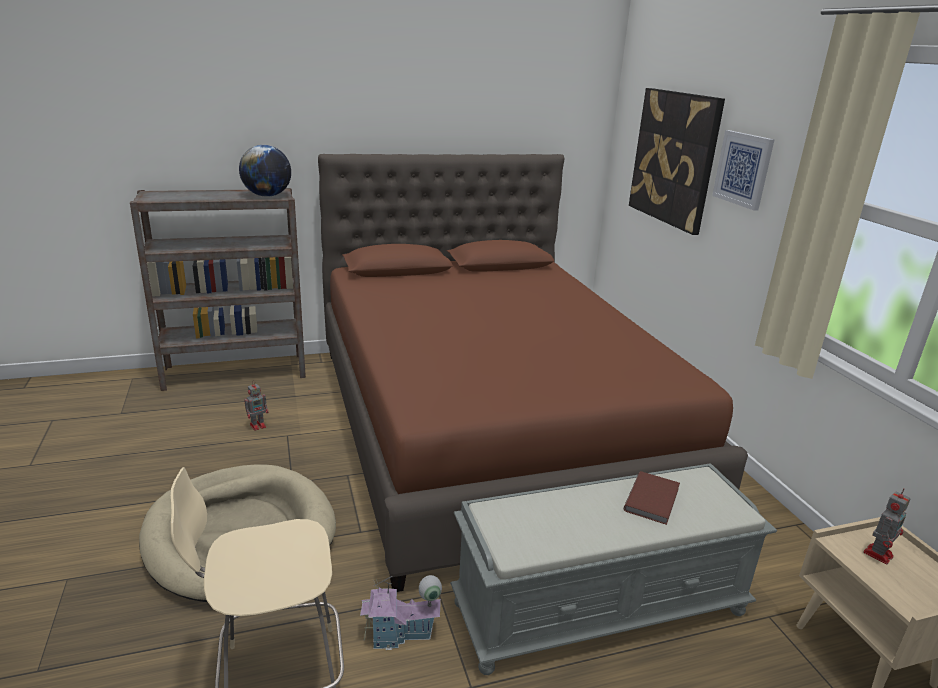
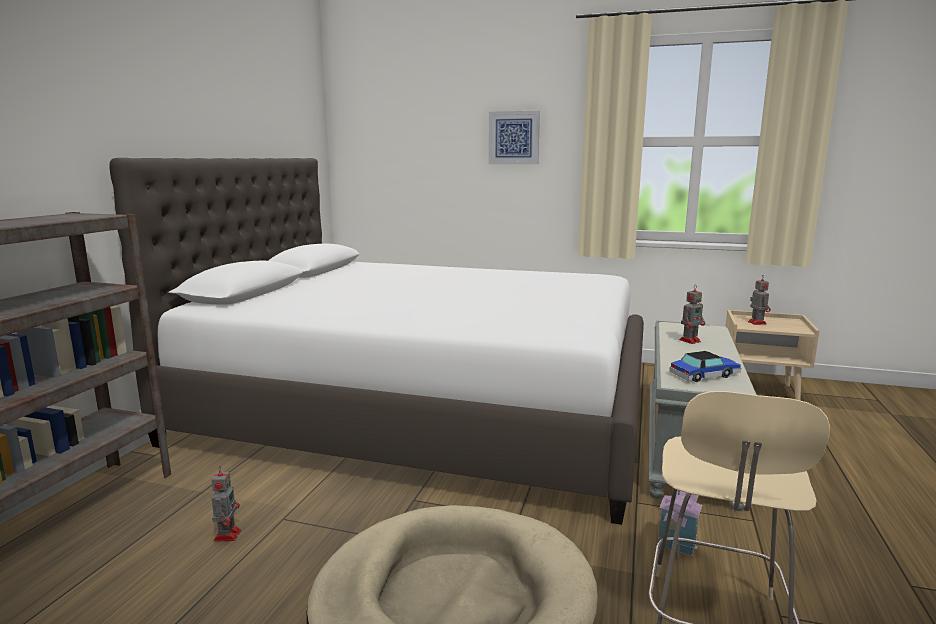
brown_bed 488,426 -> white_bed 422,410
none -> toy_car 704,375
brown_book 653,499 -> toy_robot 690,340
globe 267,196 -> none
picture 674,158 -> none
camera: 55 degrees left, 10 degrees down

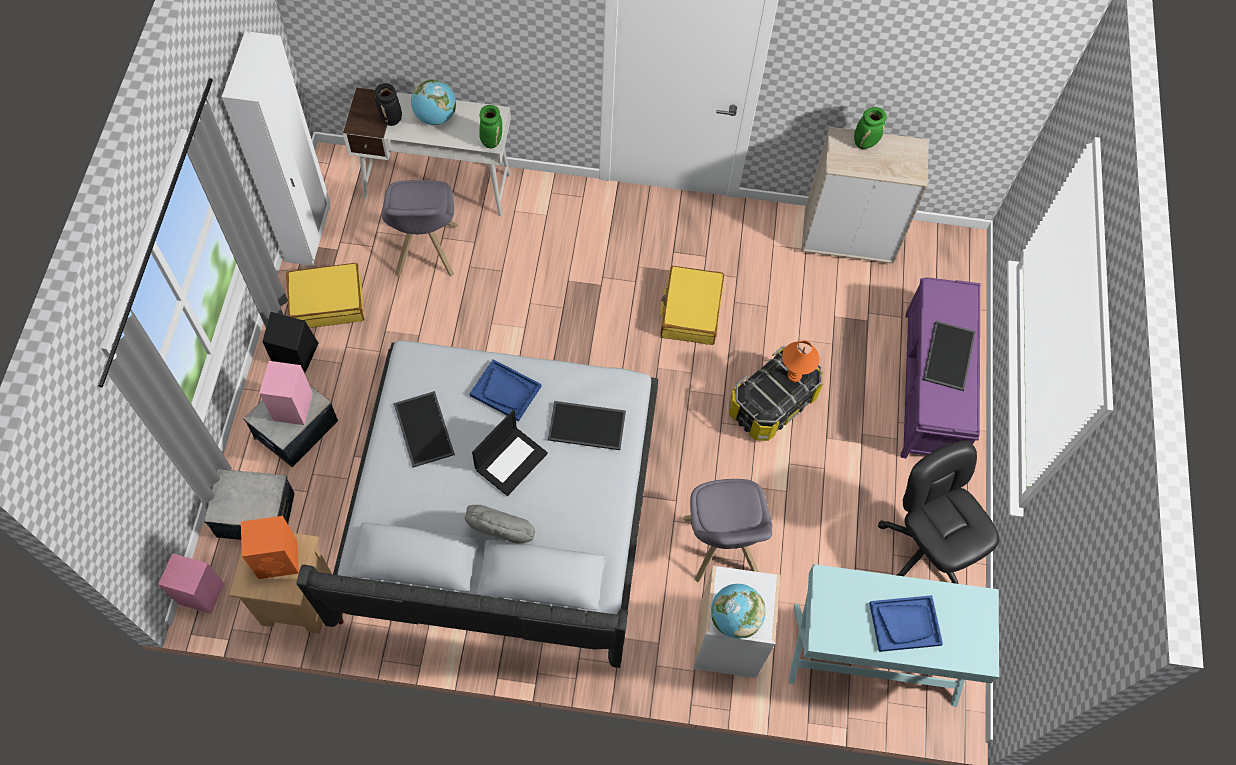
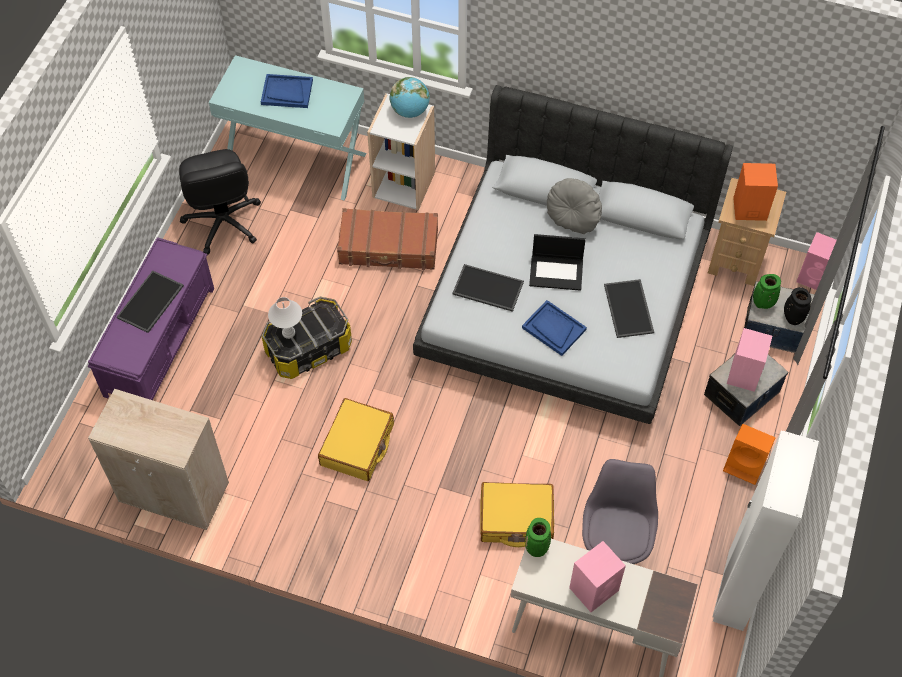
orange_table_lamp 794,375 -> white_table_lamp 288,333
grey_chair 721,546 -> brown_suitcase 389,247
yellow_suitcase 327,302 -> yellow_suitcase 516,519, shifted
laptop 511,460 -> laptop 557,272, 135 degrees counterclockwise
globe 435,117 -> pink_speaker 594,588
black_speaker 294,353 -> orange_speaker 746,464
green_vase 865,143 -> green_vase 762,304, shifted
black_vase 392,120 -> black_vase 792,317, shifted
camera: 165 degrees left, 5 degrees down

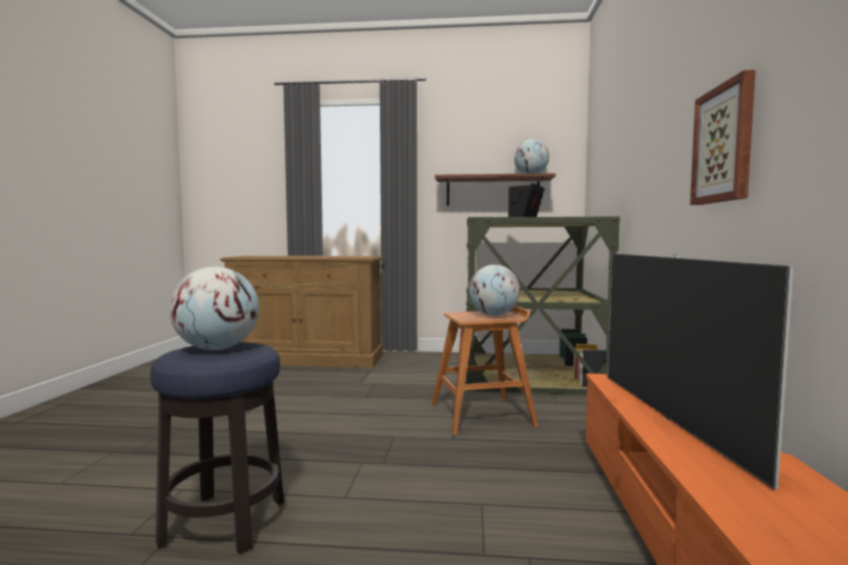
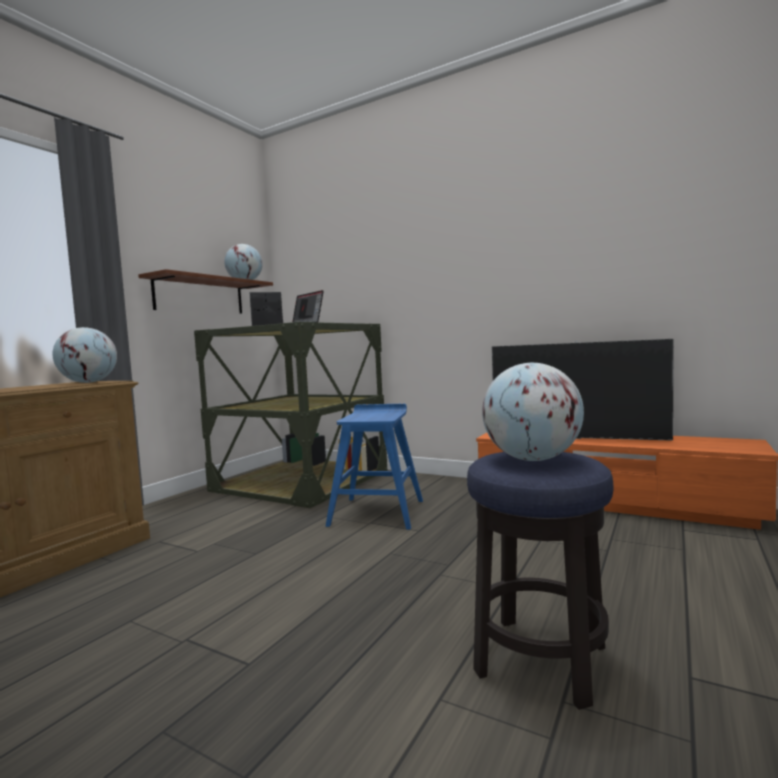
globe 494,315 -> globe 88,382, shifted
brown_stool 482,414 -> blue_stool 377,512
picture 724,144 -> none
camera: 65 degrees left, 0 degrees up

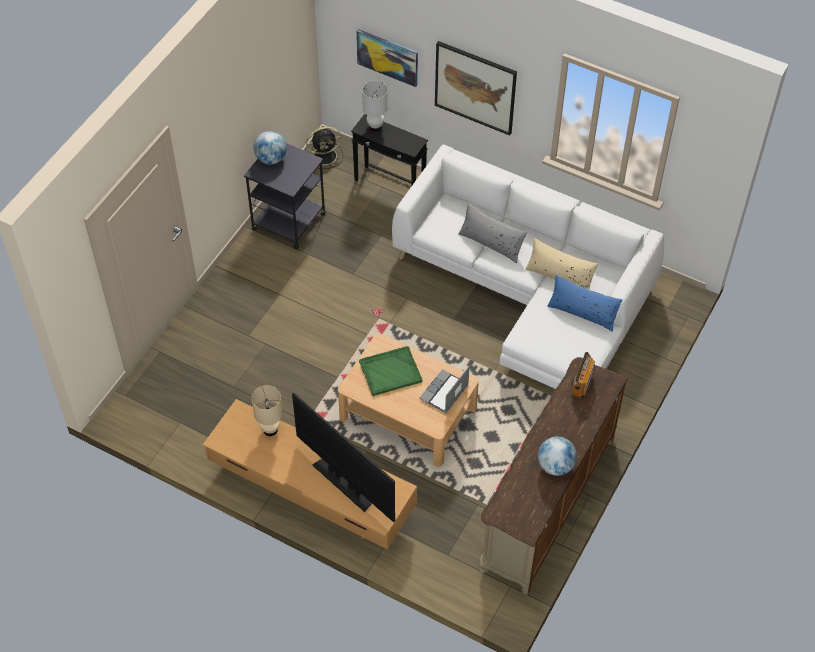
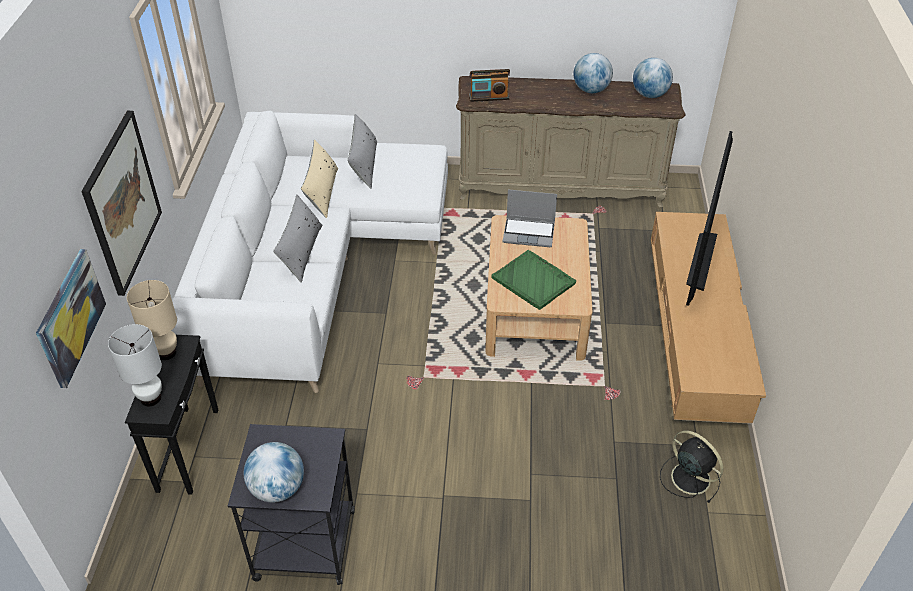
beige_table_lamp 270,430 -> beige_table_lamp 167,352, shifted
blue_pillow 582,312 -> grey_pillow 364,165
none -> globe 649,95
black_fan 326,156 -> black_fan 689,477, shifted
camera: 115 degrees left, 10 degrees down

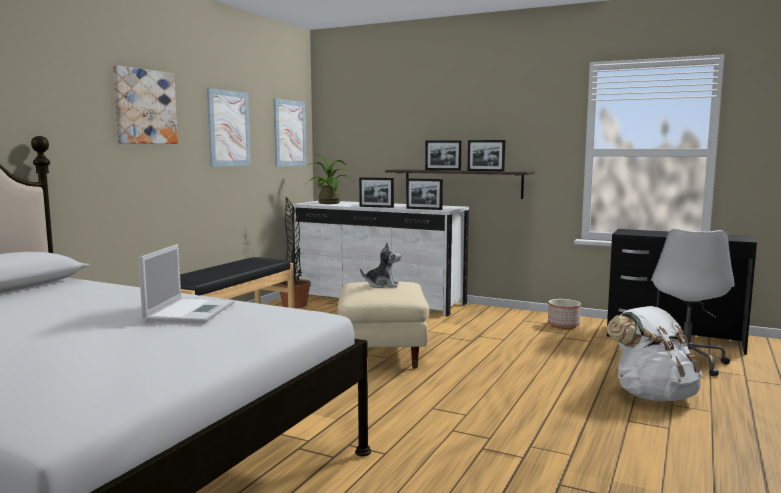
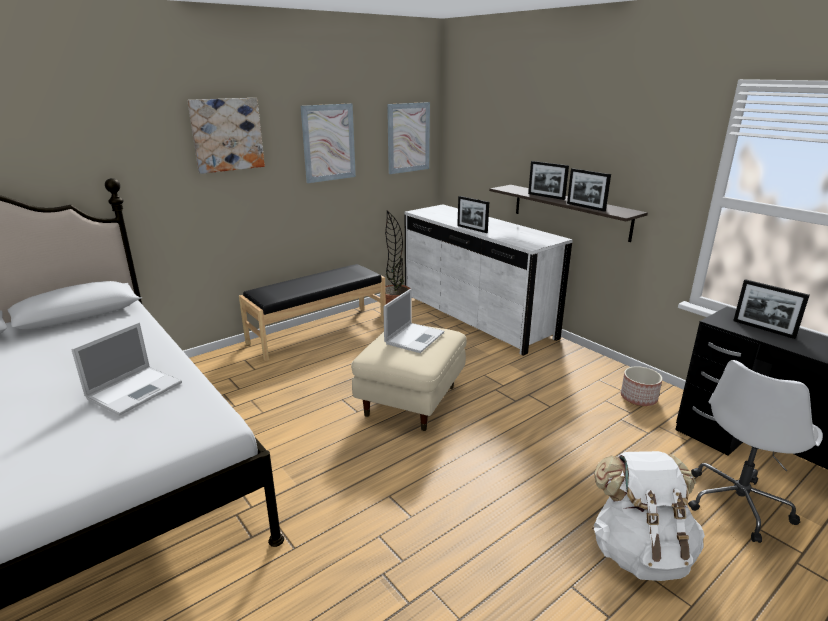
plush_toy 382,285 -> laptop 415,337
picture_frame 424,209 -> picture_frame 763,329, shifted
potted_plant 330,203 -> none
camera: 25 degrees right, 15 degrees up

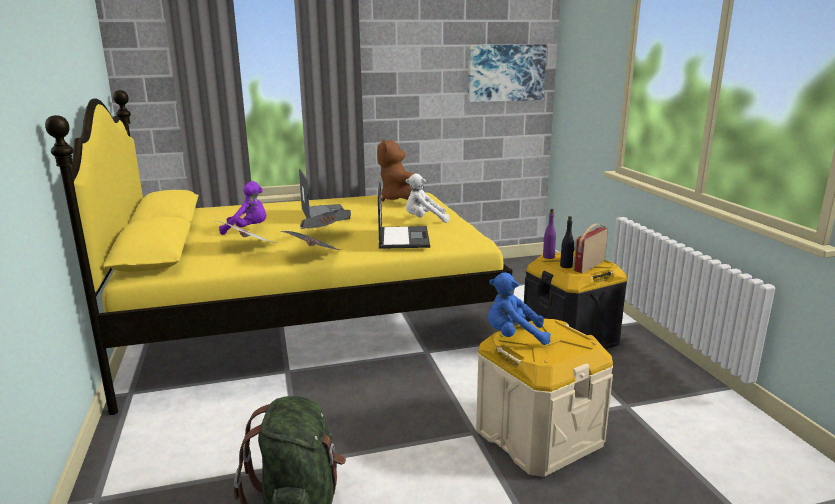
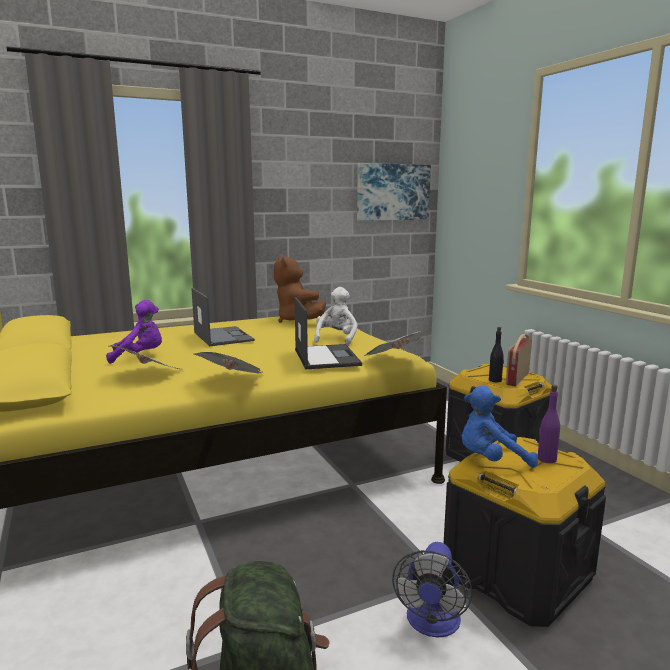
white_plush_toy 424,220 -> white_plush_toy 336,339, 120 degrees clockwise
newspaper 326,233 -> newspaper 395,360, shifted
none -> fan 432,624
beige_storage_box 538,436 -> black_storage_box 516,574
purple_bottle 548,257 -> purple_bottle 546,459, shifted
camera: 10 degrees left, 5 degrees down

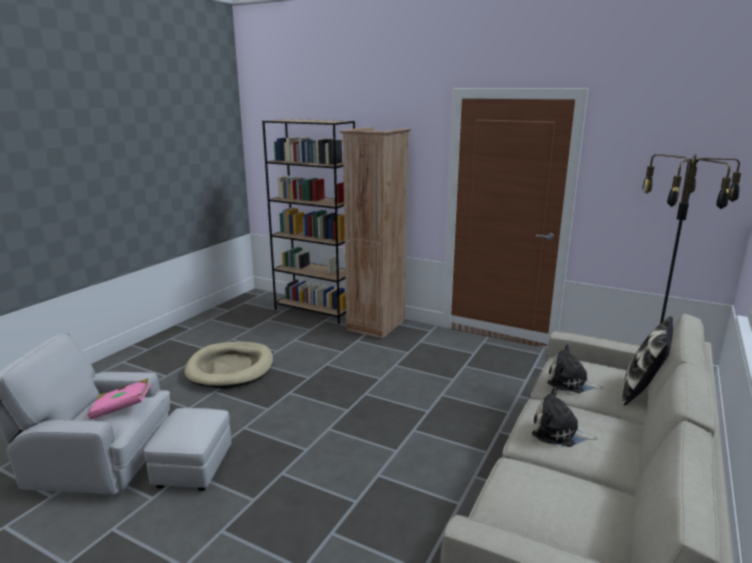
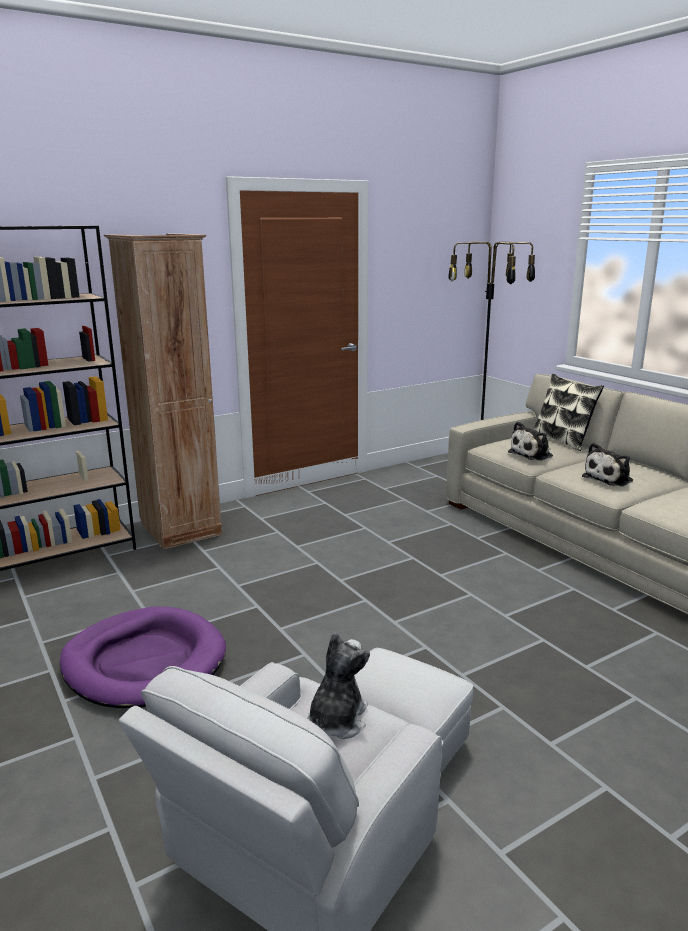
beige_dog_bed 231,368 -> purple_dog_bed 144,662
pink_book 122,408 -> plush_toy 336,720
camera: 60 degrees left, 0 degrees up

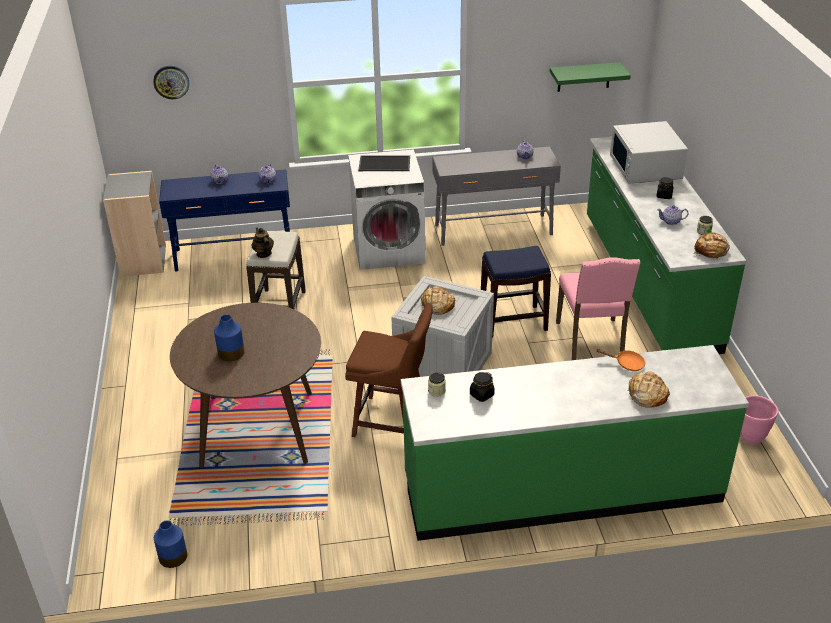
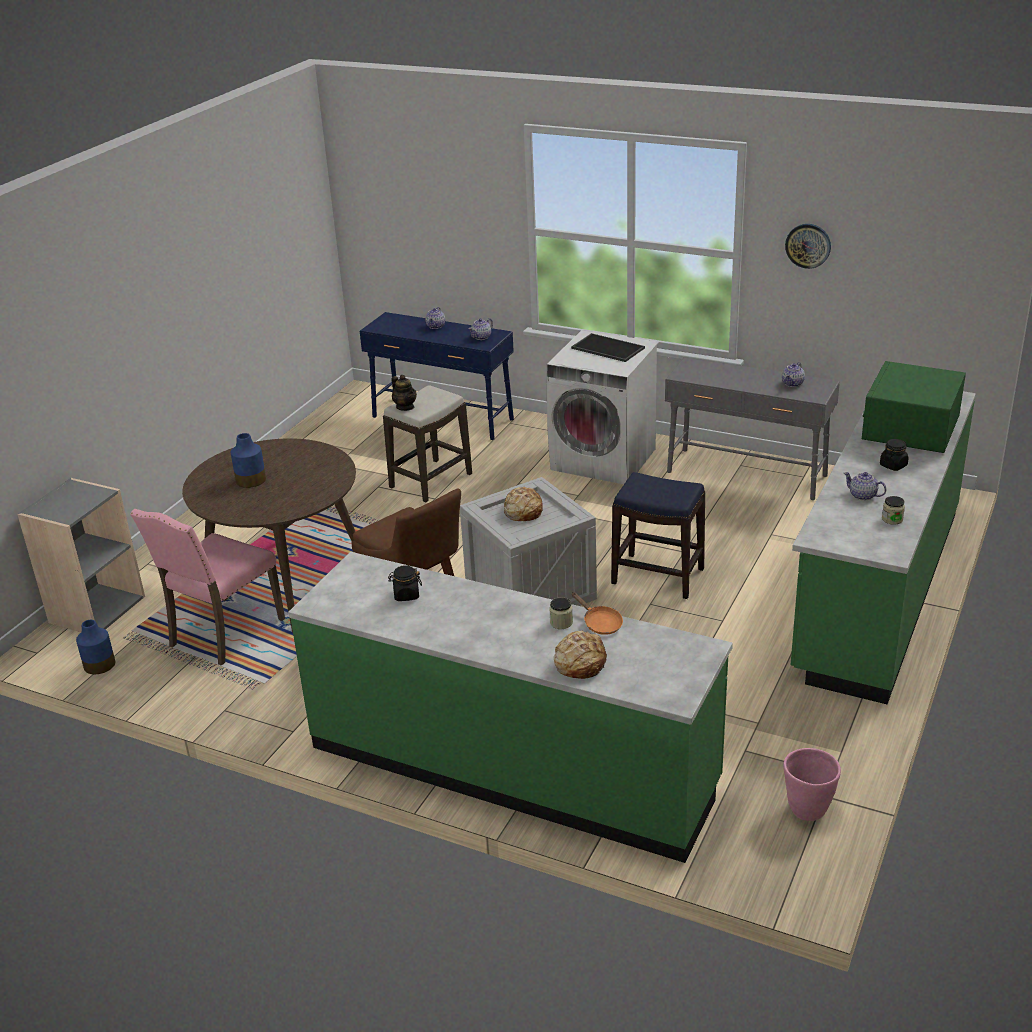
grey_bookcase 143,260 -> grey_bookcase 97,608, shifted
pink_chair 591,341 -> pink_chair 223,633, shifted
teapot 263,254 -> teapot 405,407, 135 degrees clockwise
jar 436,391 -> jar 561,623, shifted
wall_clock 171,82 -> wall_clock 808,245, shifted
white_microwave 645,168 -> green_microwave 910,429
green_shelf 584,77 -> none
bread 711,251 -> none
camera: 35 degrees right, 5 degrees down

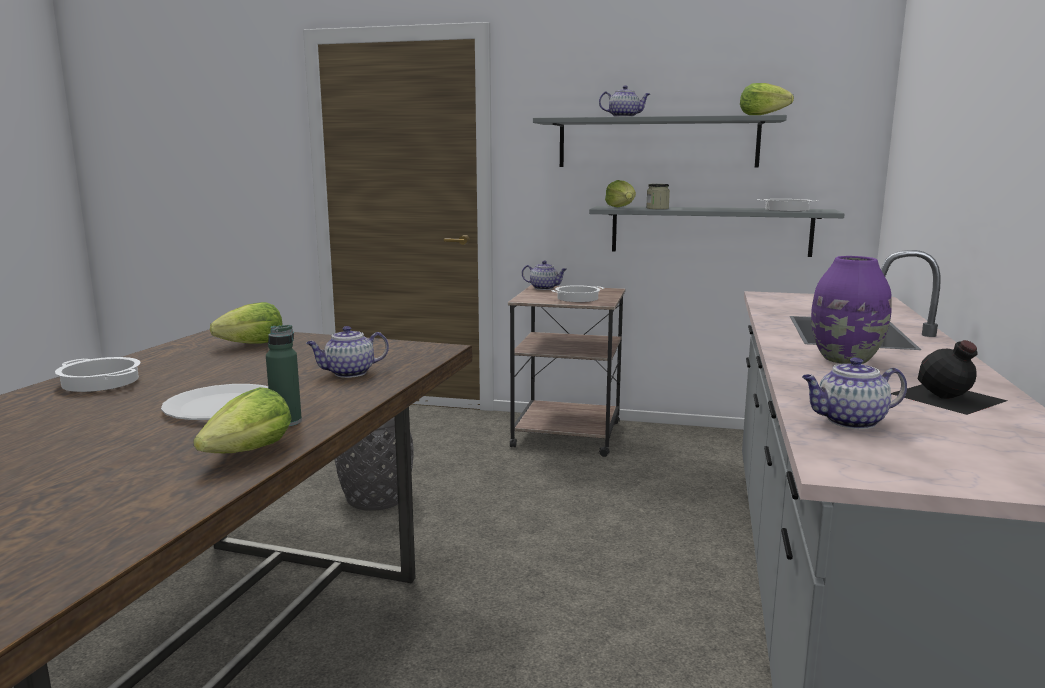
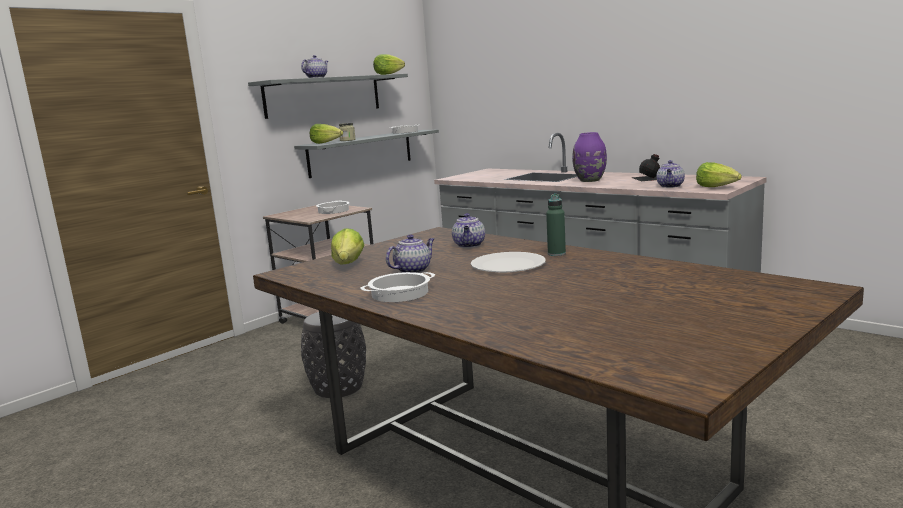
teapot 544,288 -> teapot 413,270, shifted
lettuce 249,452 -> lettuce 717,187, shifted
camera: 60 degrees left, 0 degrees up

